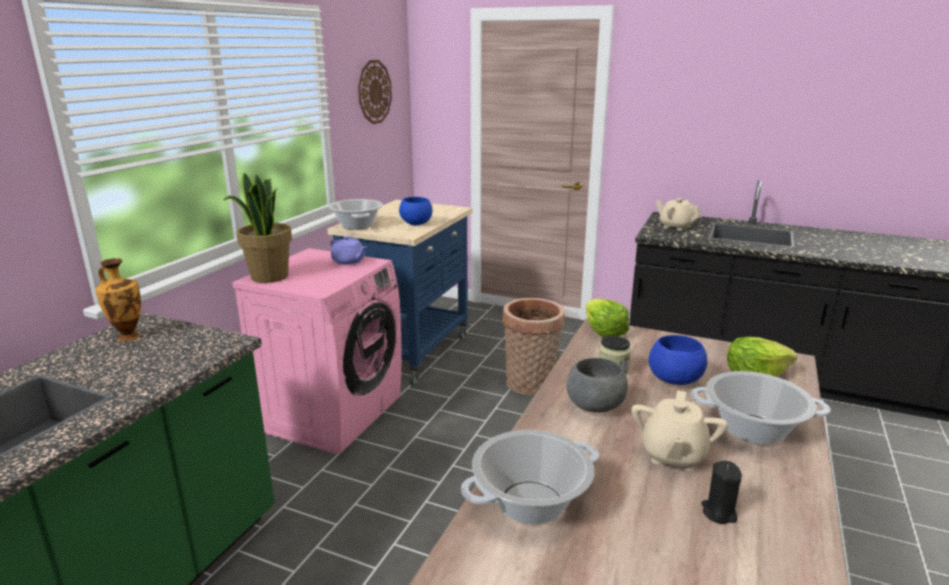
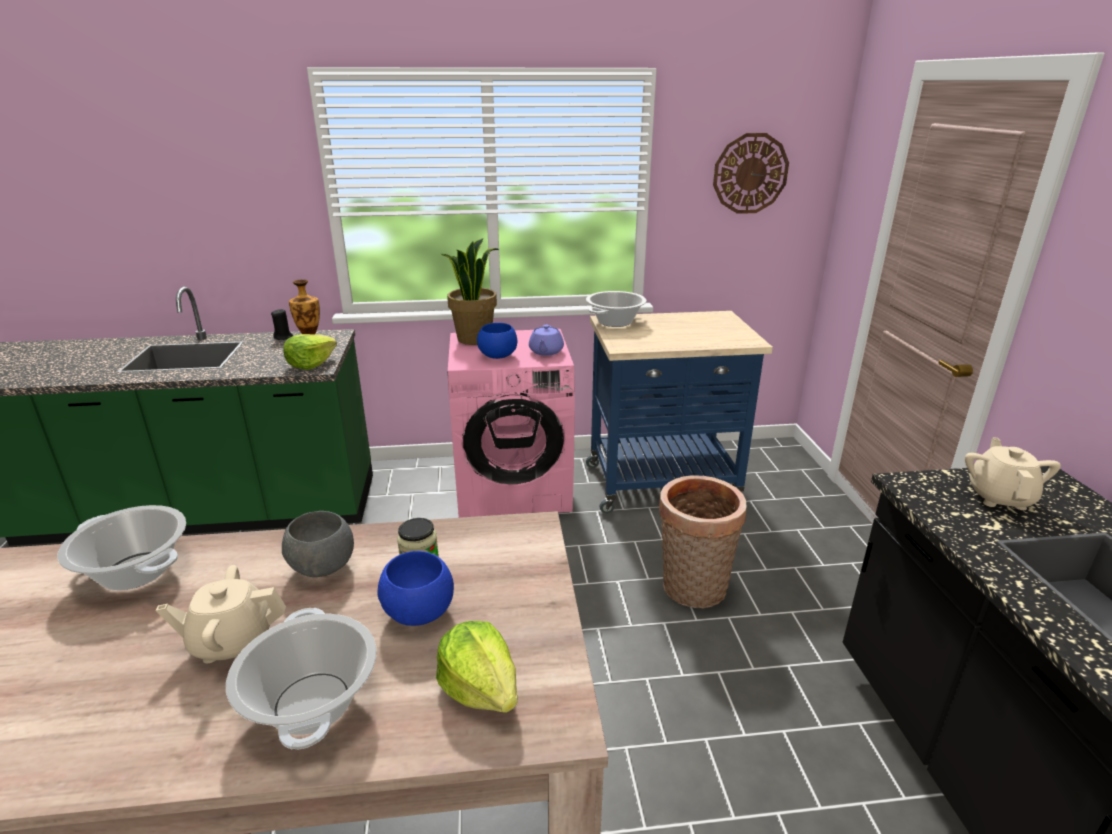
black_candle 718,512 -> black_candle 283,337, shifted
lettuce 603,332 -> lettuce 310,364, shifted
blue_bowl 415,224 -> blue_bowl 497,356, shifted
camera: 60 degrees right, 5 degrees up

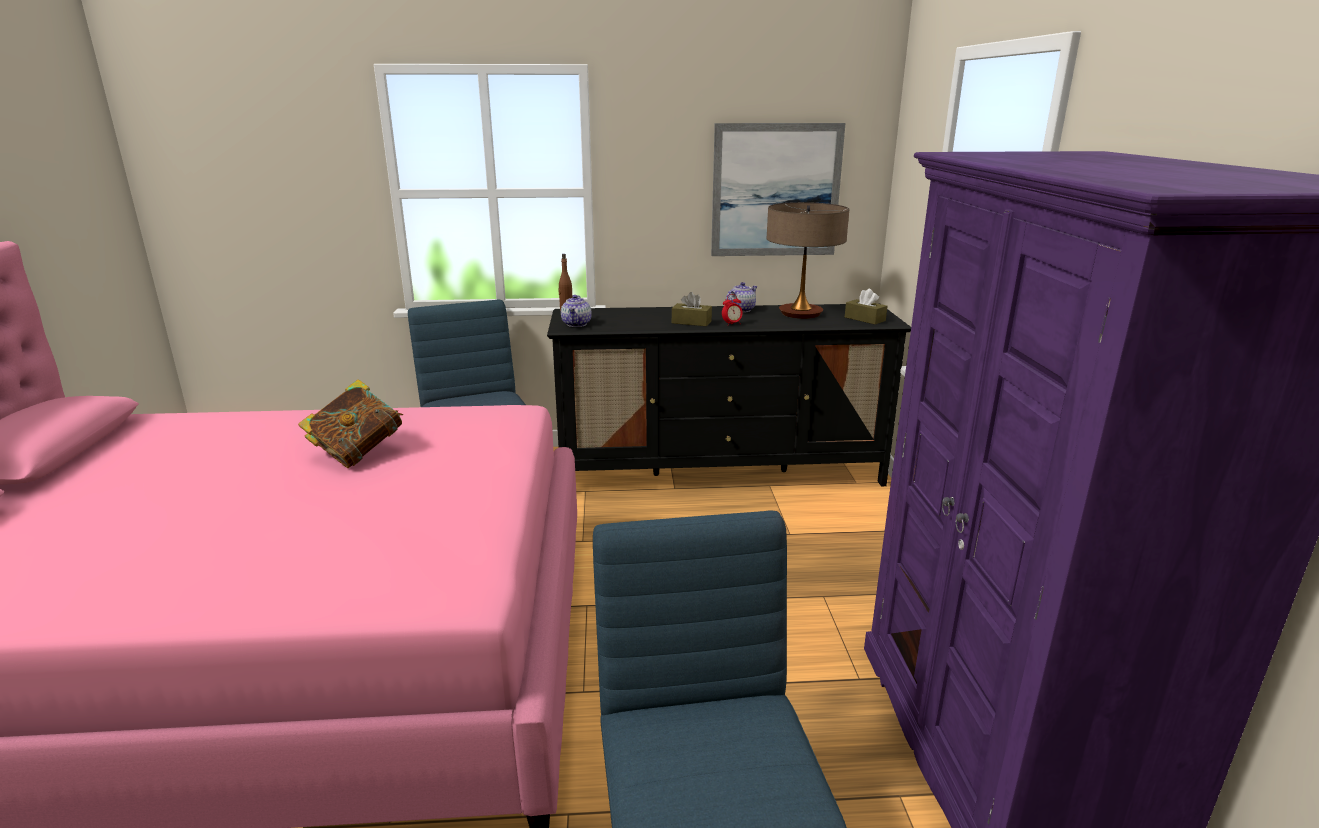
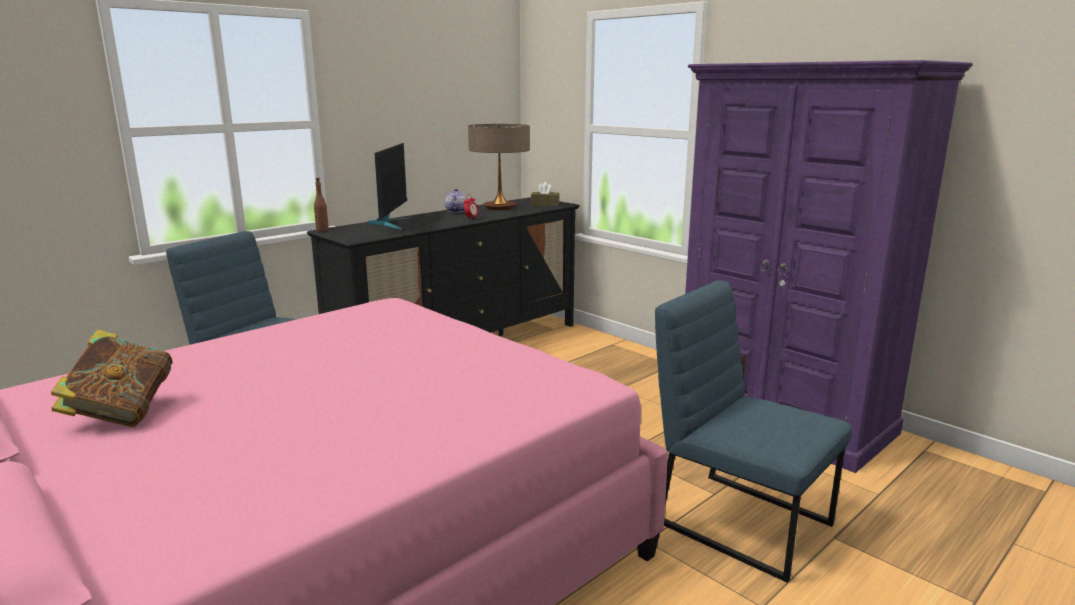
book 358,453 -> book 122,413, shifted
none -> monitor 392,223
teapot 577,324 -> none
brown_tissue_box 691,322 -> none
picture 776,191 -> none
camera: 40 degrees left, 5 degrees down

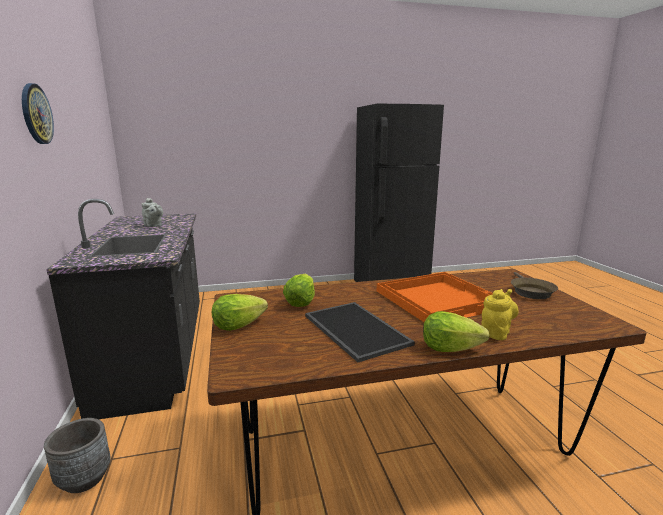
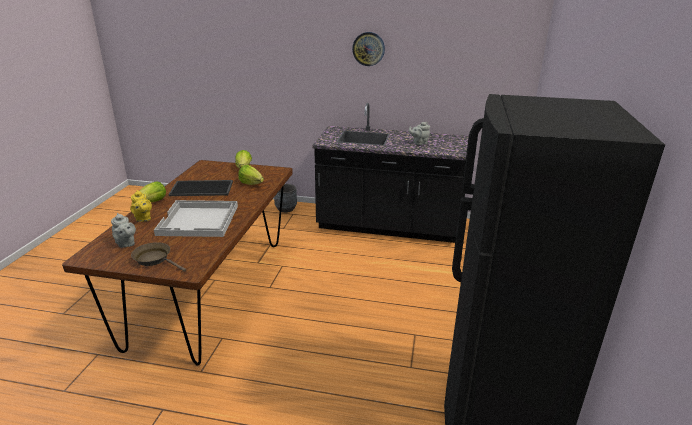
none -> grey_teapot 126,244
orange_tray 438,298 -> white_tray 199,220
camera: 115 degrees right, 10 degrees up

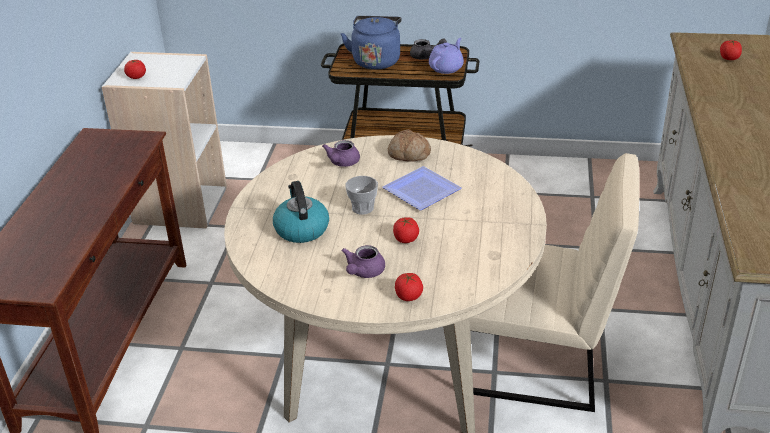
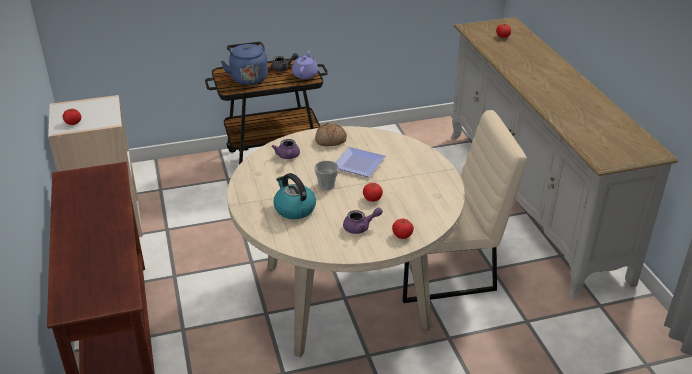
purple_teapot 363,272 -> purple_teapot 360,227, 105 degrees counterclockwise
camera: 25 degrees left, 0 degrees up

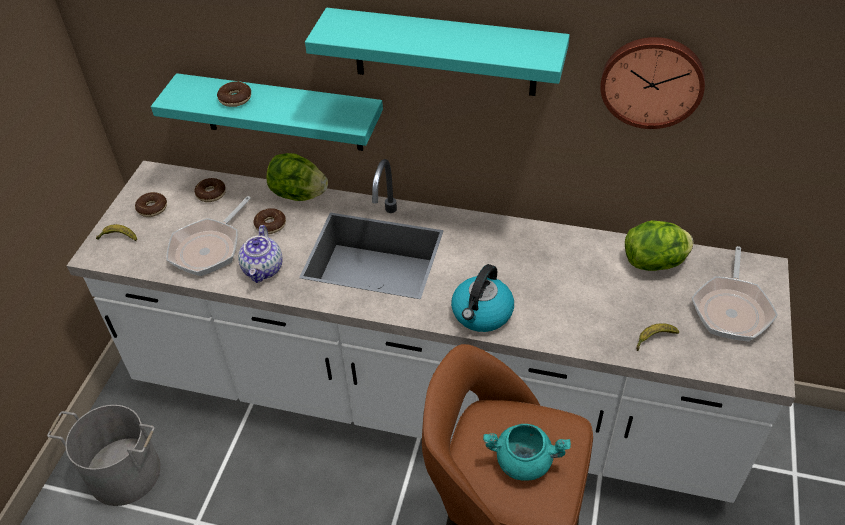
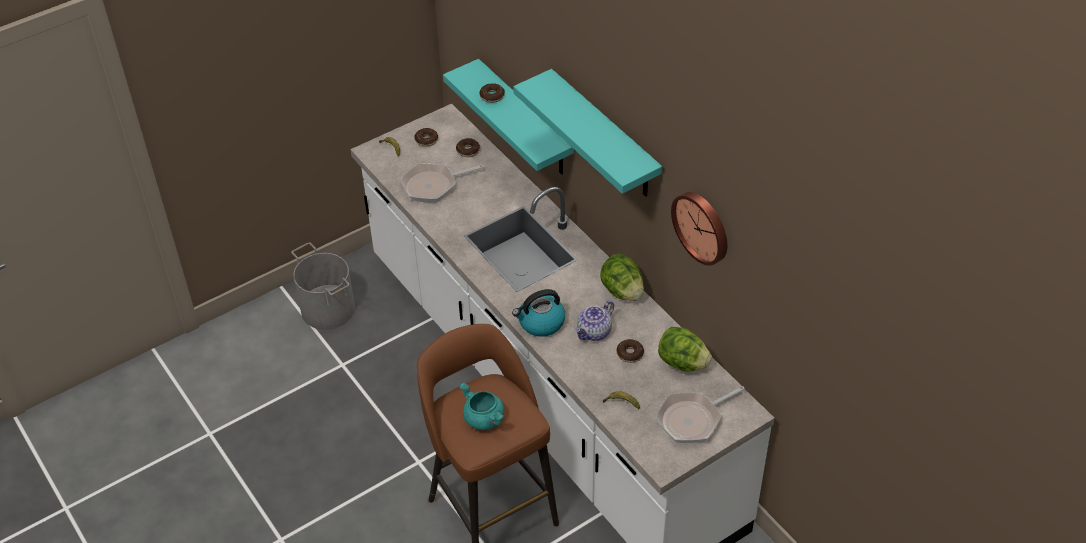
teapot 263,269 -> teapot 594,332, shifted
lettuce 298,195 -> lettuce 622,291, shifted
donut 270,225 -> donut 630,354, shifted
camera: 40 degrees right, 0 degrees up

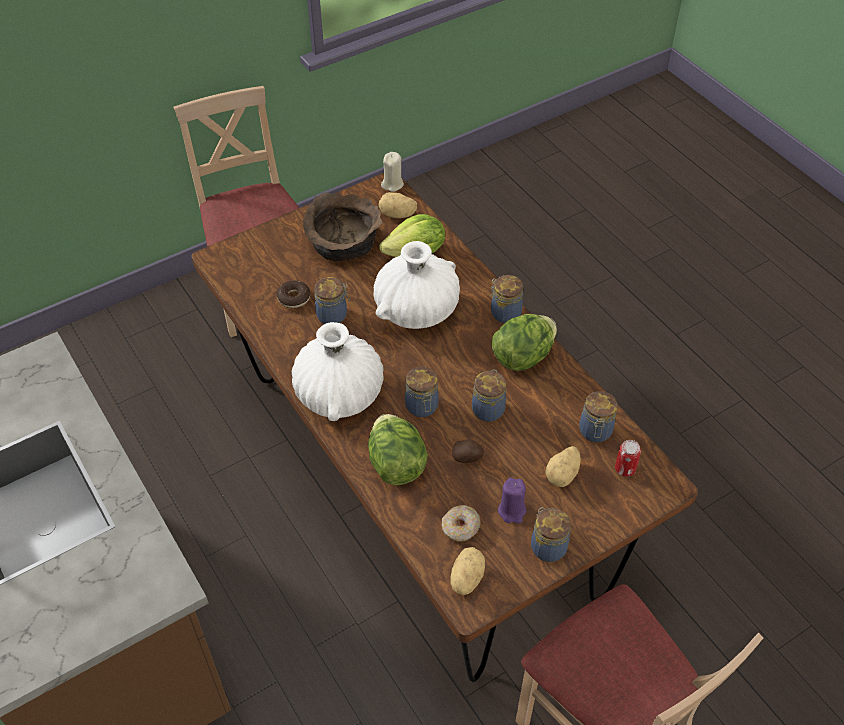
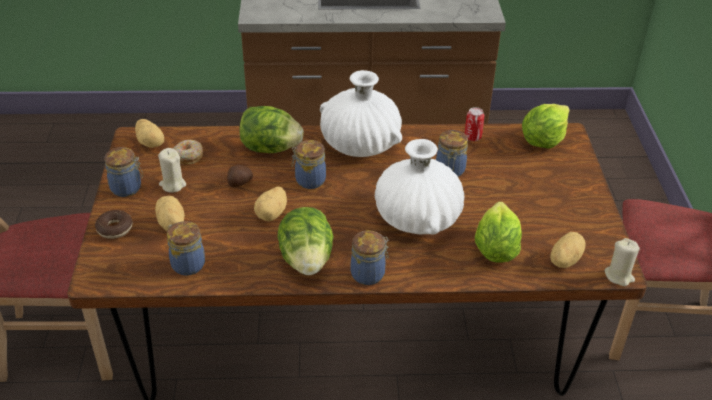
donut 294,298 -> donut 115,229, shifted
purple_candle 512,511 -> beige_candle 172,185
jar 488,408 -> potato 272,214
can 625,469 -> can 472,137, shifted
none -> lettuce 543,140
brown_bowl 343,243 -> none
camera: 120 degrees right, 10 degrees down

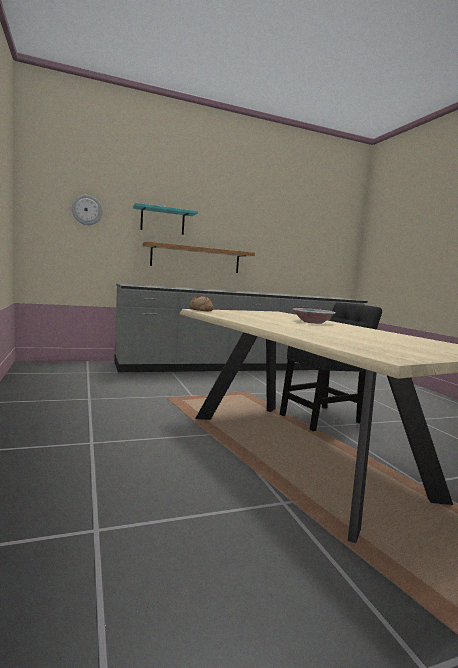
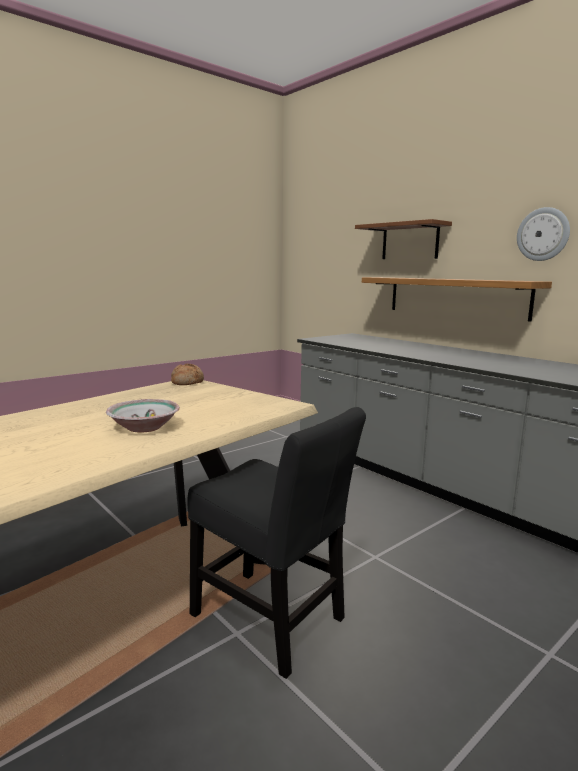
turquoise_shelf 162,221 -> brown_shelf 410,241
wall_clock 87,210 -> wall_clock 543,234, shifted
camera: 70 degrees right, 5 degrees up

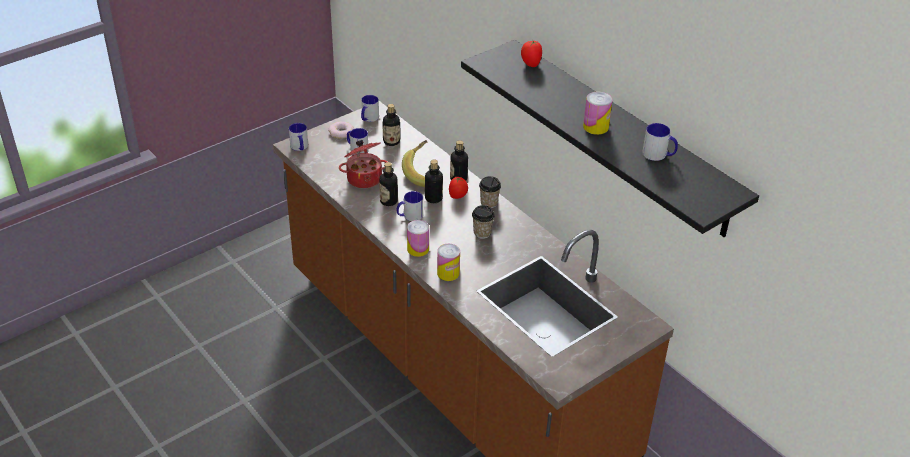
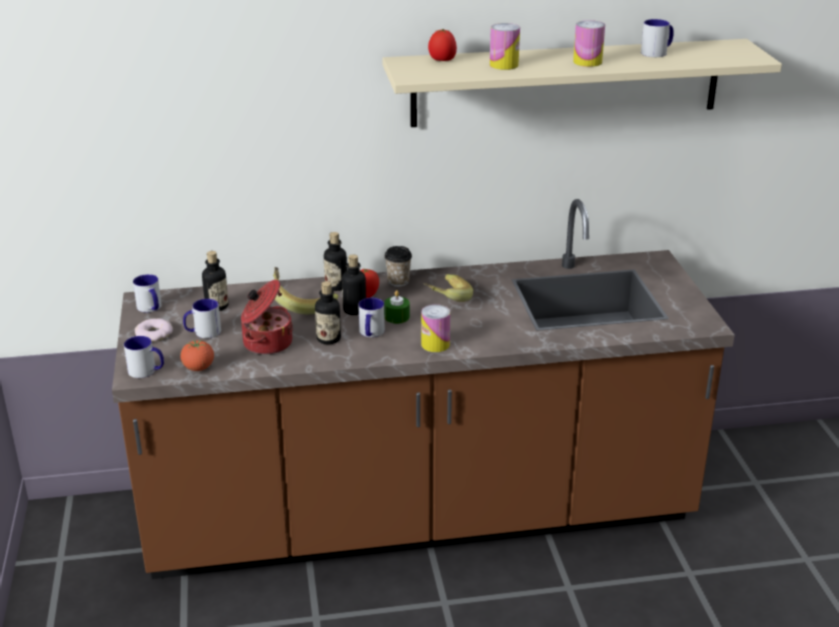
none -> tomato 198,368
black_shelf 622,137 -> beige_shelf 566,82
none -> green_candle 397,317
cup 482,233 -> banana 444,299
can 448,273 -> can 504,65, shifted
camera: 60 degrees left, 10 degrees down

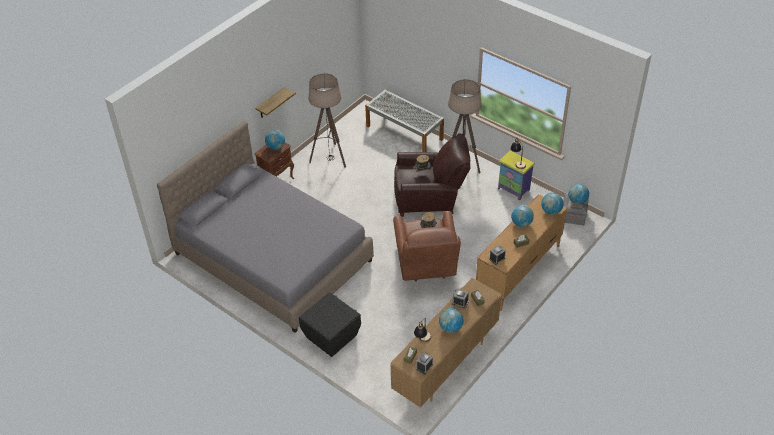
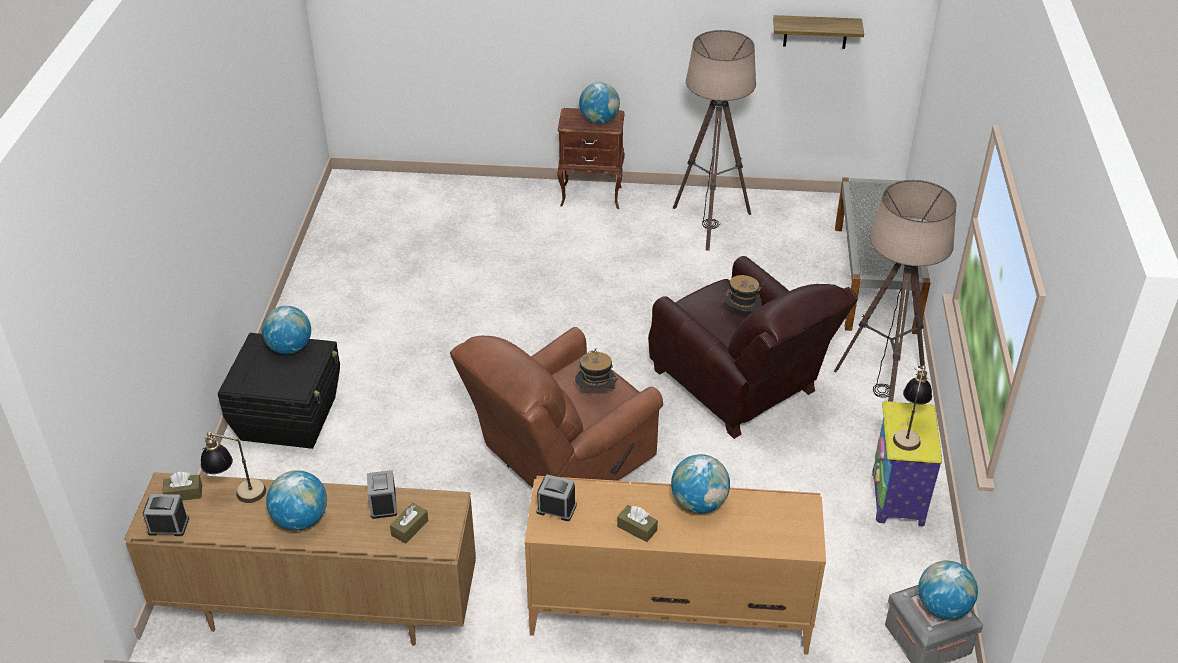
globe 551,211 -> globe 290,348, shifted
shelf 270,103 -> shelf 815,32, shifted
grey_bed 273,257 -> none
camera: 55 degrees right, 5 degrees down

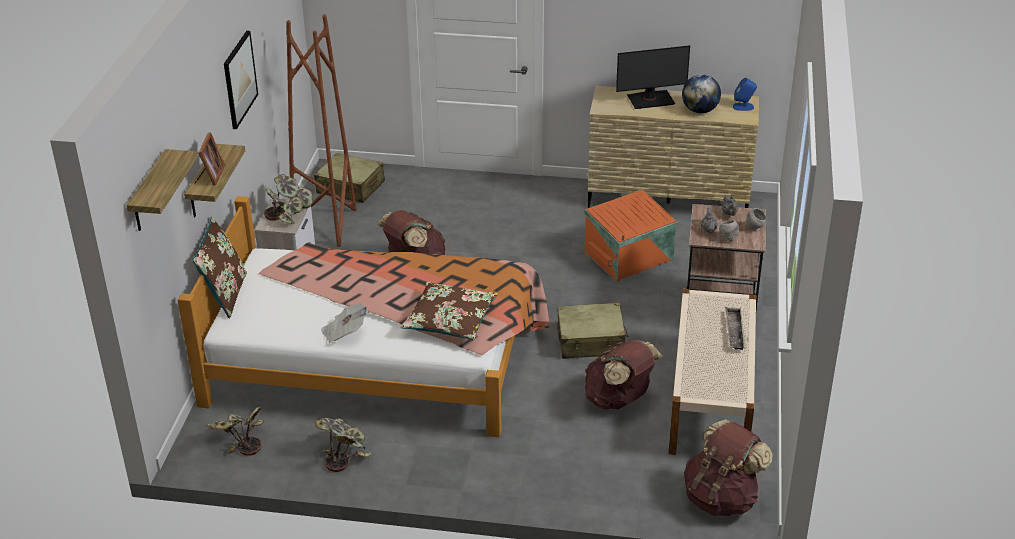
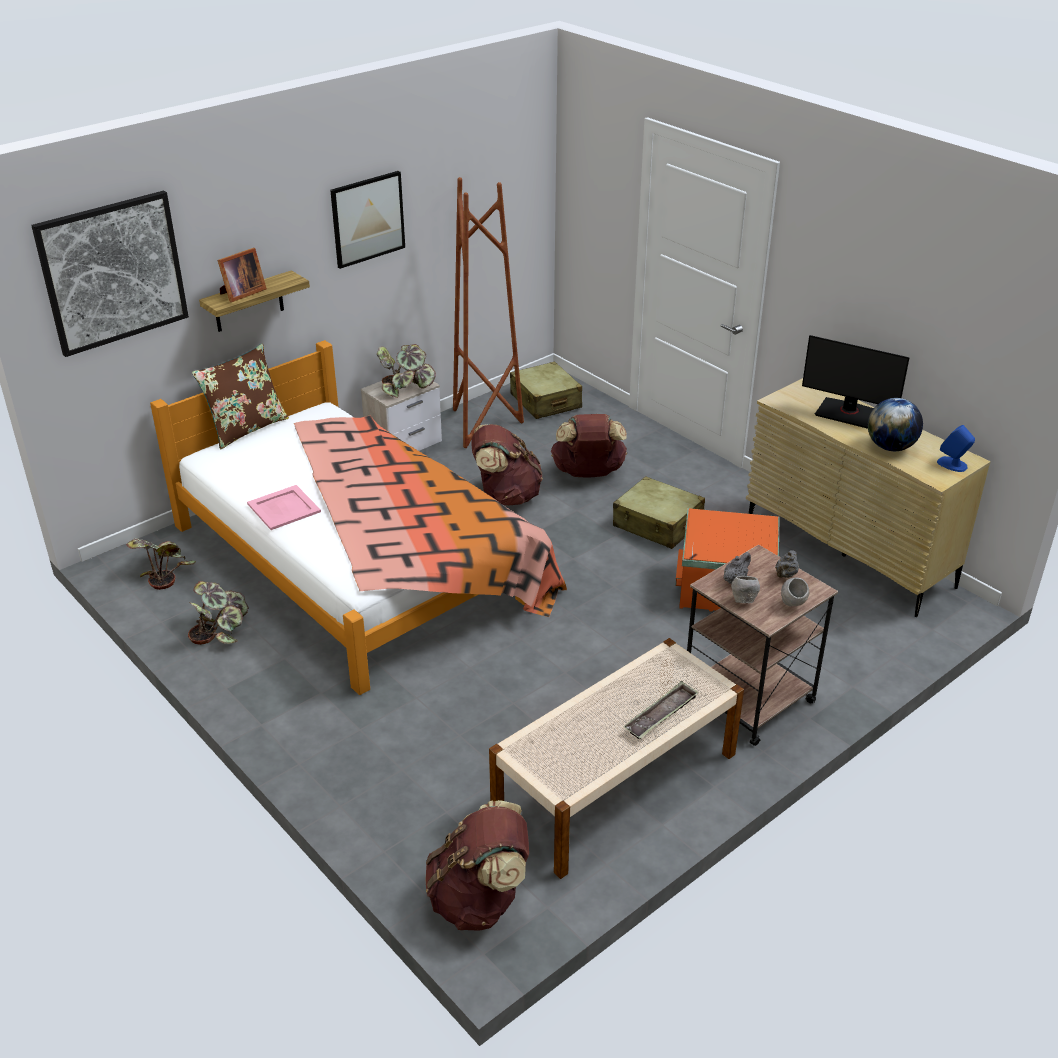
shelf 149,193 -> picture 113,272
newspaper 345,333 -> pink_tray 283,508
brown_backpack 619,400 -> brown_backpack 588,473, shifted
beige_suitcase 591,341 -> beige_suitcase 658,524, shifted
brown_pillow 450,320 -> none
camera: 40 degrees right, 0 degrees up

